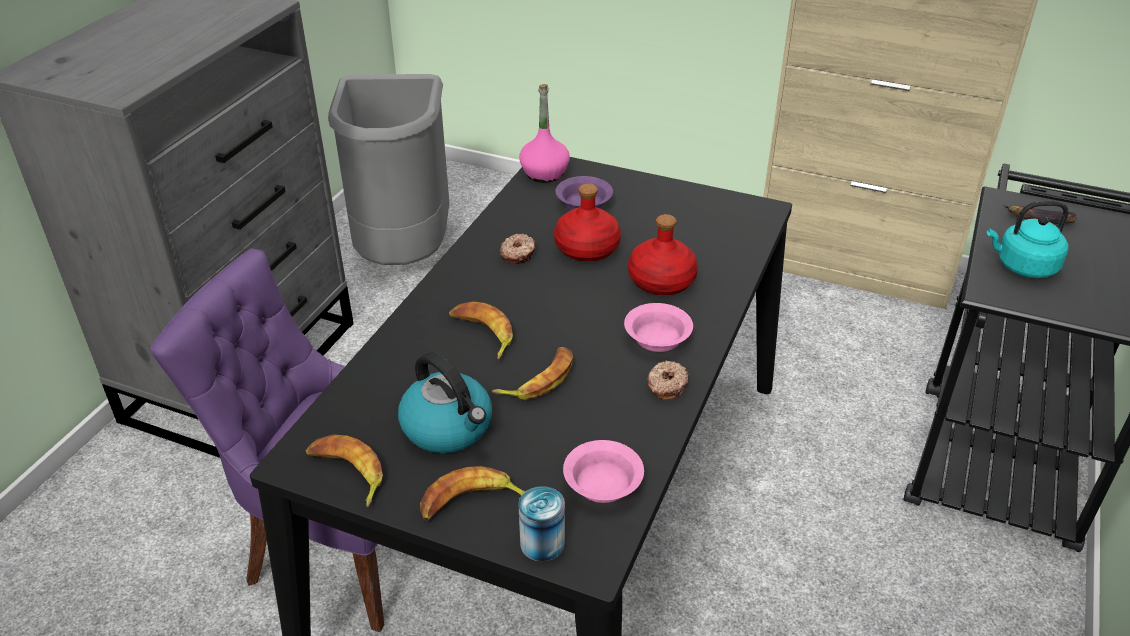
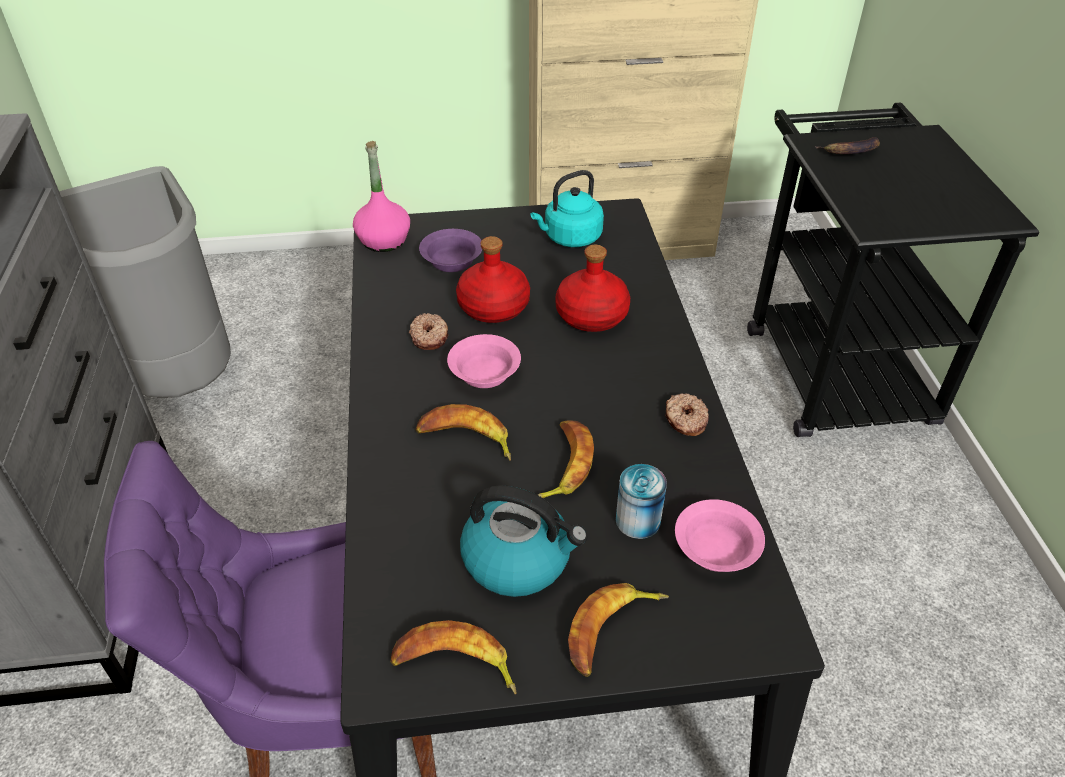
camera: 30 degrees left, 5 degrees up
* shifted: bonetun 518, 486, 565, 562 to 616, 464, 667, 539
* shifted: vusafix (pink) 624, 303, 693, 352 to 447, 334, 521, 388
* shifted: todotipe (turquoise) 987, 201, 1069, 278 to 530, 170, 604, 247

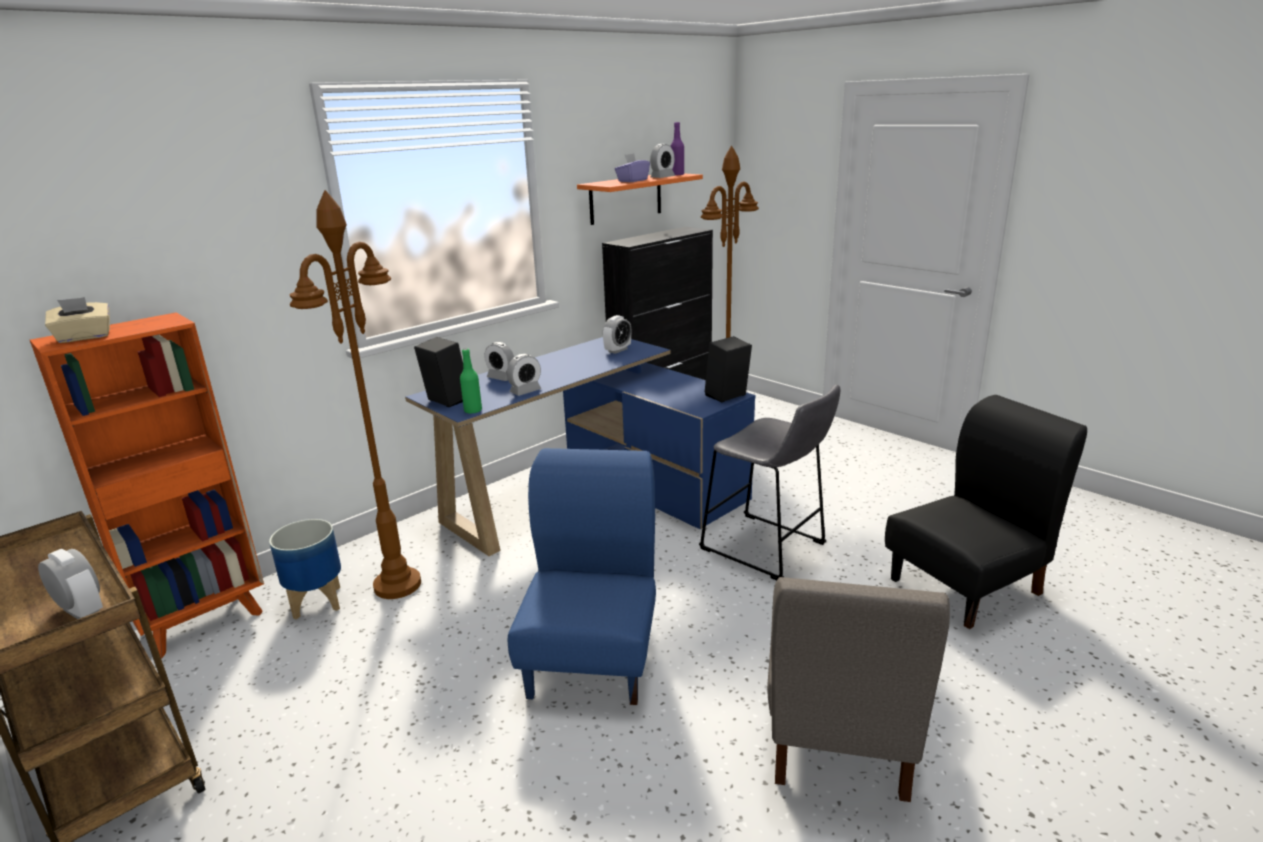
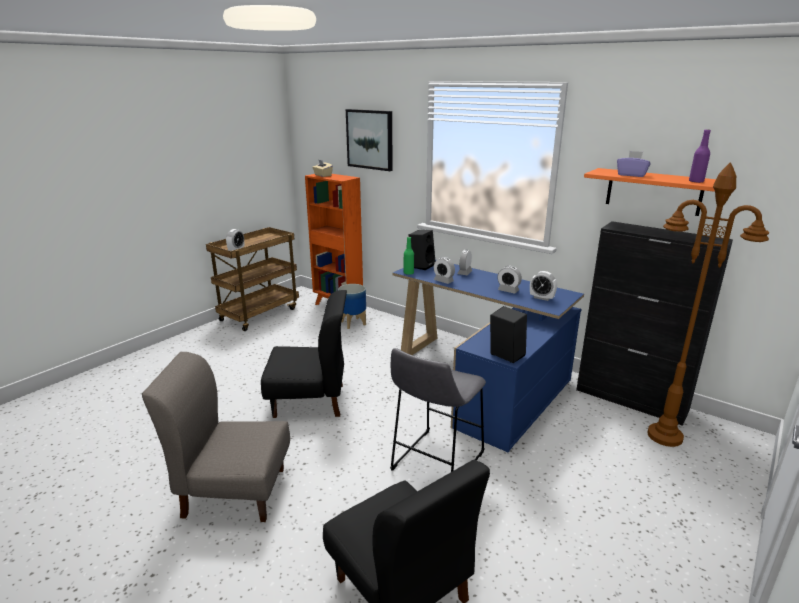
camera: 80 degrees right, 0 degrees up
* gone: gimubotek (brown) 289, 190, 421, 599
* repainted: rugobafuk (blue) 508, 448, 656, 705 to rugobafuk (black) 261, 290, 347, 418
* shifted: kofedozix 650, 144, 675, 178 to 498, 266, 522, 294
* new: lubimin 346, 109, 393, 171

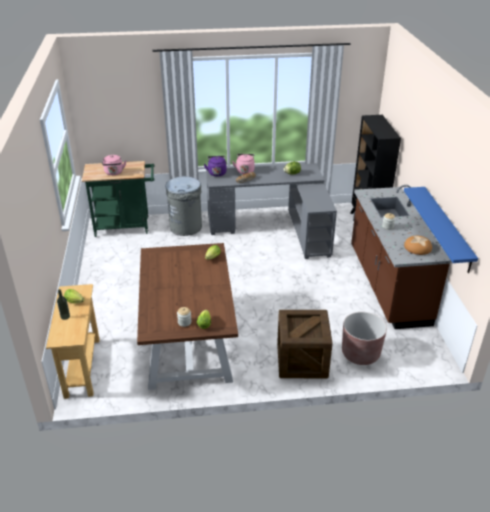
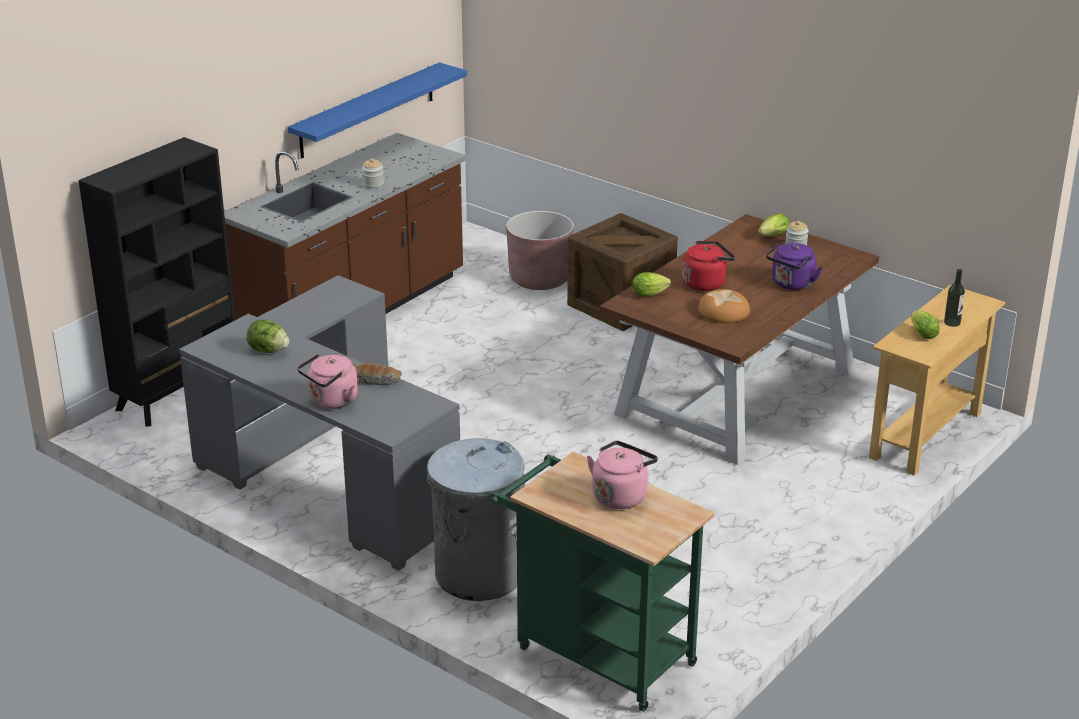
camera: 135 degrees left, 5 degrees down
* shifted: todotipe (purple) 204, 156, 226, 177 to 766, 242, 822, 290
* shifted: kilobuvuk 404, 236, 432, 255 to 698, 289, 750, 323
* new: todotipe (red) 683, 241, 736, 291

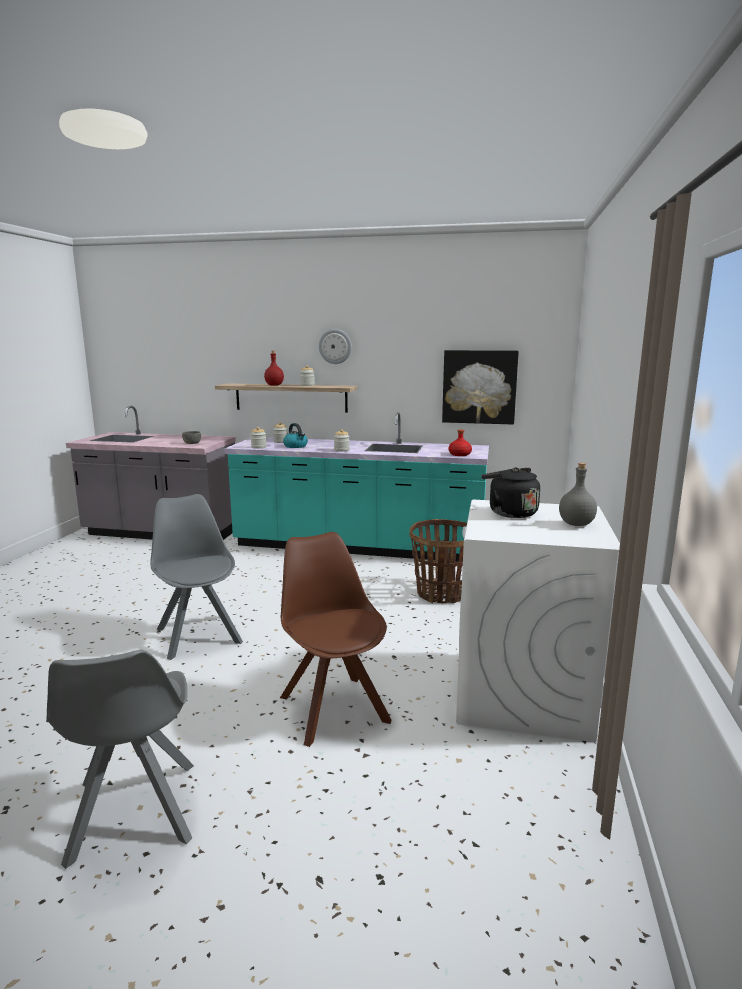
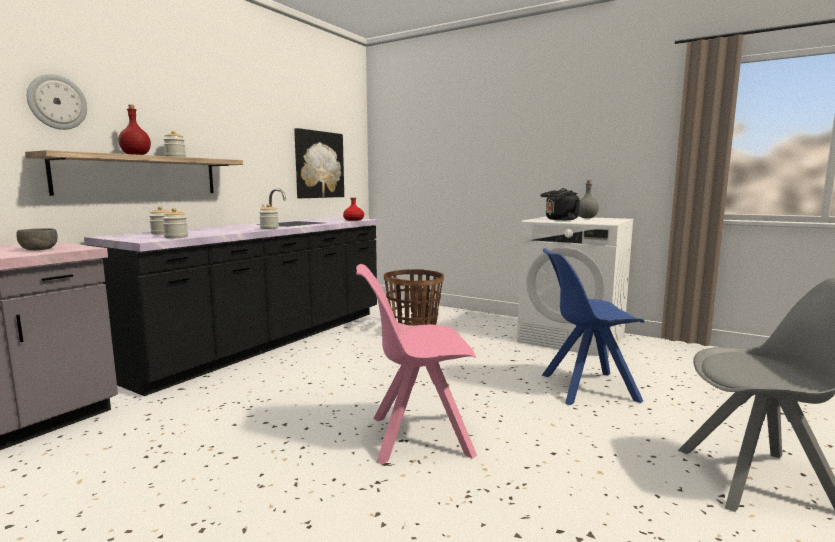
camera: 70 degrees left, 5 degrees down
* repainted: rugobafuk (grey) 150, 494, 243, 660 to rugobafuk (pink) 356, 264, 477, 465
* repainted: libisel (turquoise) 224, 412, 489, 562 to libisel (black) 84, 188, 380, 396
* repainted: rugobafuk (brown) 280, 532, 392, 747 to rugobafuk (blue) 542, 248, 645, 405
* gone: todotipe 283, 423, 308, 448
* shifted: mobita 319, 329, 352, 364 to 27, 74, 87, 130

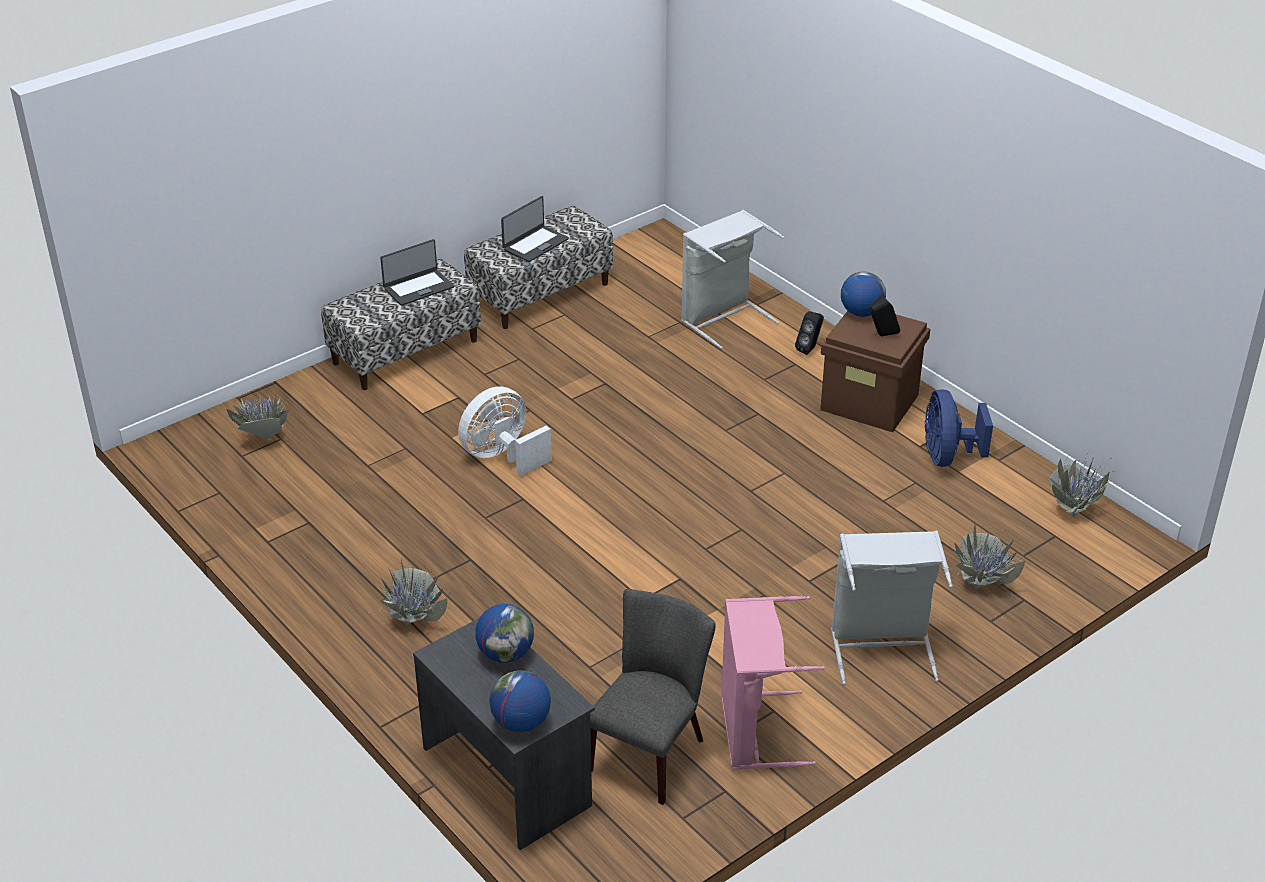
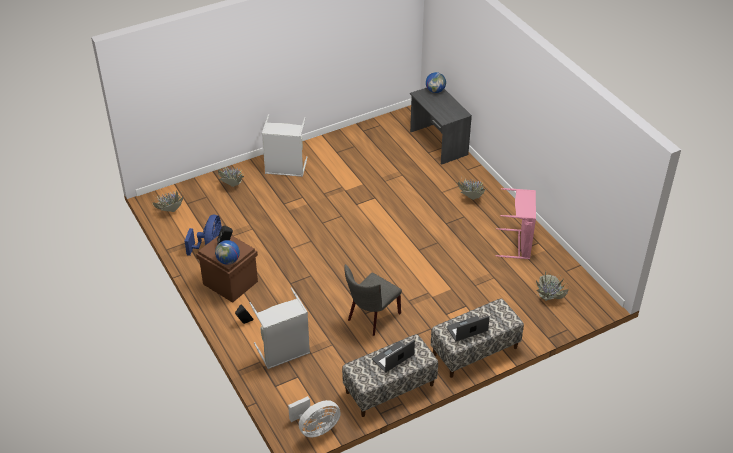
camera: 170 degrees left, 5 degrees up
* shifted: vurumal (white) 458, 386, 552, 476 to 288, 396, 341, 438
* gone: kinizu 475, 604, 534, 663
* shifted: rugobafuk (grey) 590, 589, 716, 805 to 344, 264, 402, 336
* shifted: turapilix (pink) 721, 596, 825, 770 to 496, 188, 536, 259

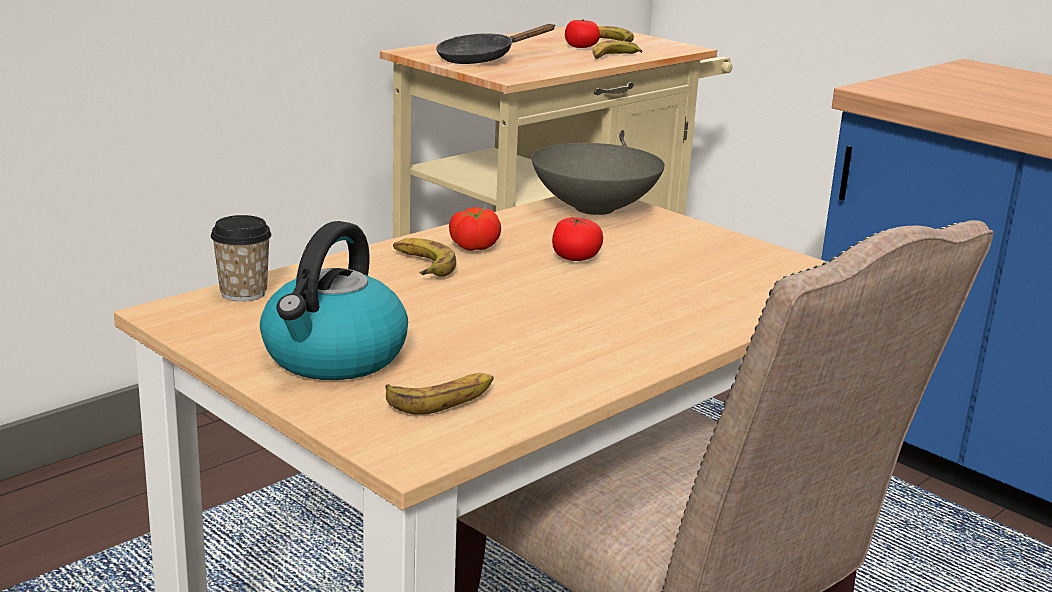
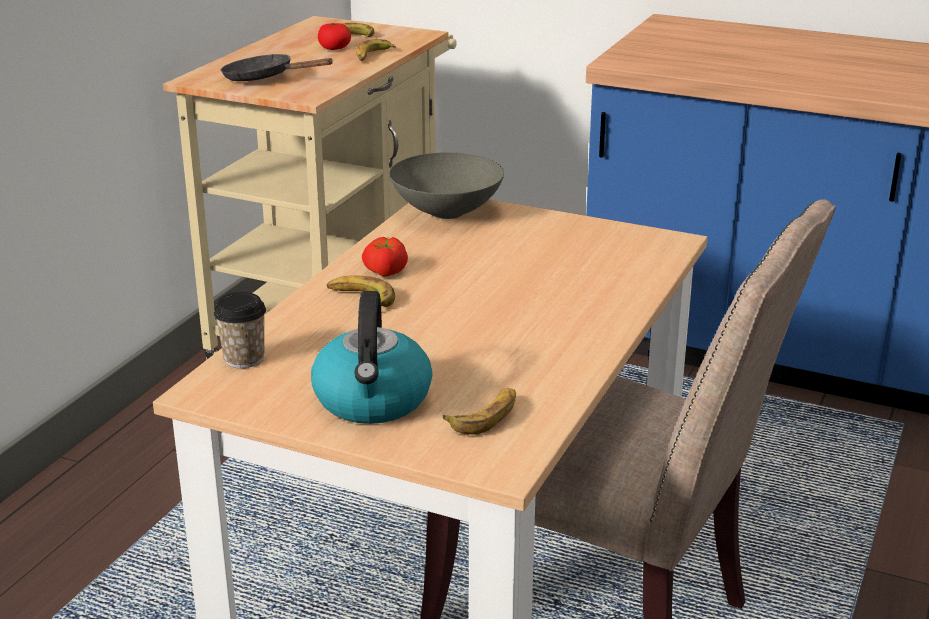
camera: 20 degrees left, 5 degrees up
* rotated: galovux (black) 436, 24, 555, 64 = 221, 54, 333, 81 75 degrees clockwise
* gone: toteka 552, 217, 603, 261

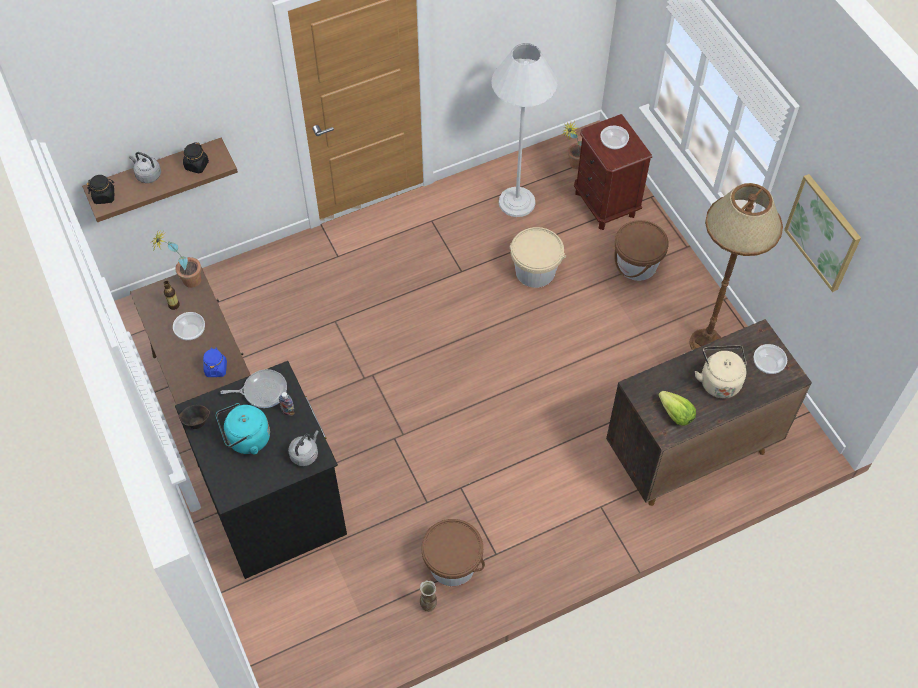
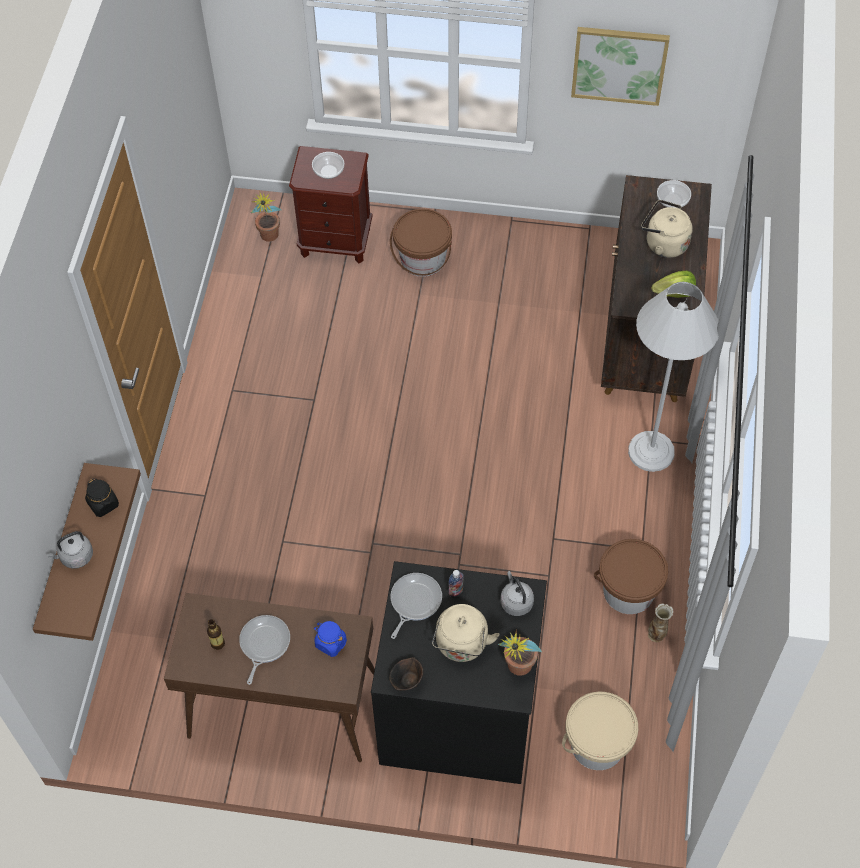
camera: 55 degrees left, 0 degrees up
* gone: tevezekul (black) 87, 175, 114, 204
* shifted: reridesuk 152, 230, 202, 288 to 498, 630, 542, 676
* swapped: vusafix 173, 312, 205, 340 to galovux 239, 615, 290, 685
* repainted: todotipe (turquoise) 216, 403, 270, 455 to todotipe (beige) 432, 604, 499, 662
* shifted: gimubotek (white) 491, 43, 558, 217 to 628, 282, 719, 472
* shifted: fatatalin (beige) 509, 227, 566, 288 to 562, 692, 638, 770
* gone: gimubotek (brown) 690, 183, 783, 350

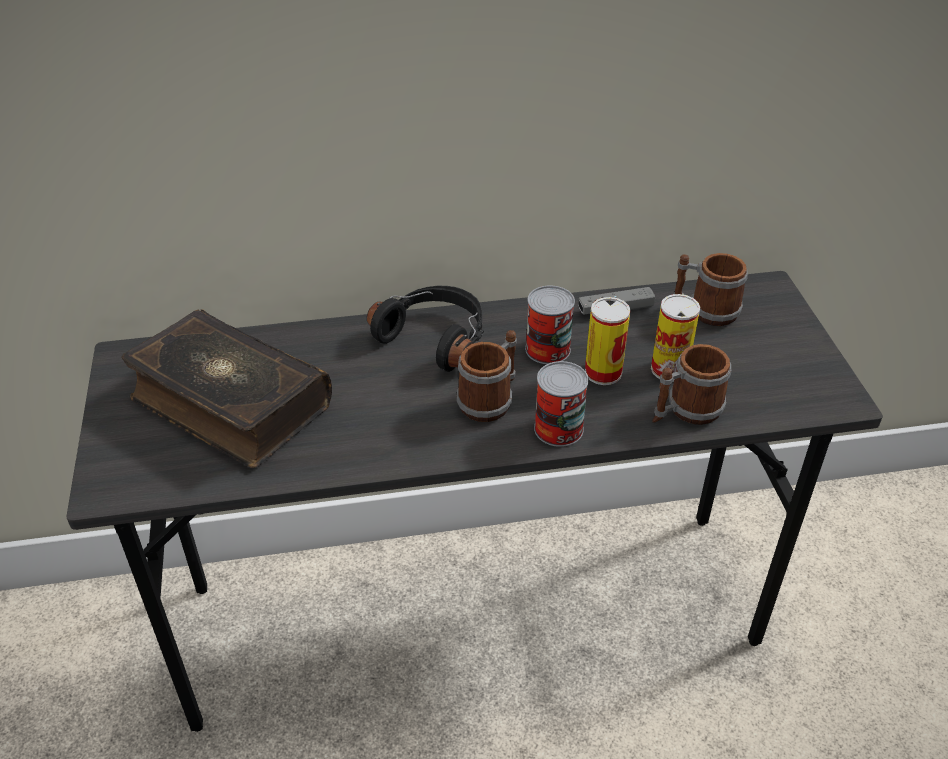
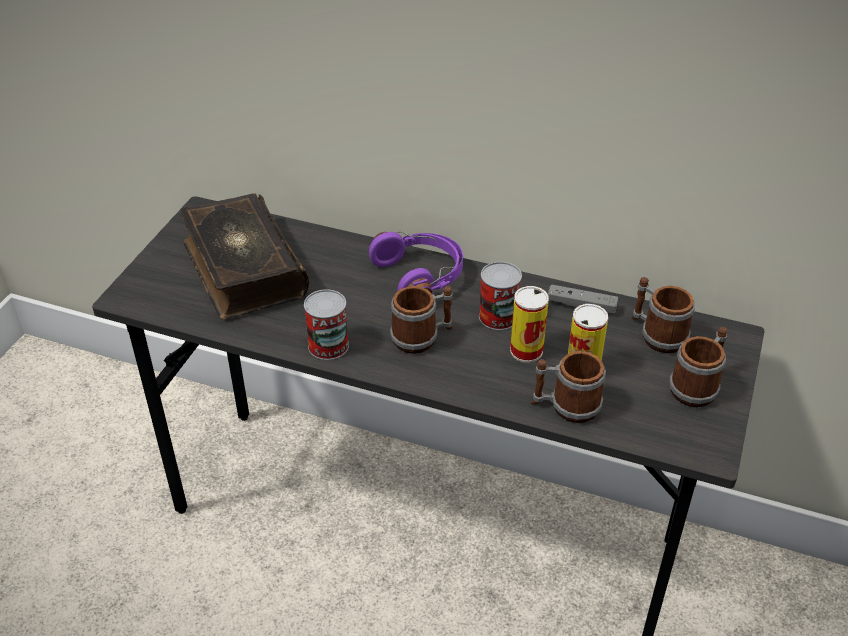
camera: 30 degrees right, 0 degrees up
* repainted: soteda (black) 367, 286, 484, 372 to soteda (purple) 369, 231, 463, 294
* shifted: bonetun 534, 361, 589, 447 to 304, 289, 349, 360
* new: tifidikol 669, 327, 727, 407

